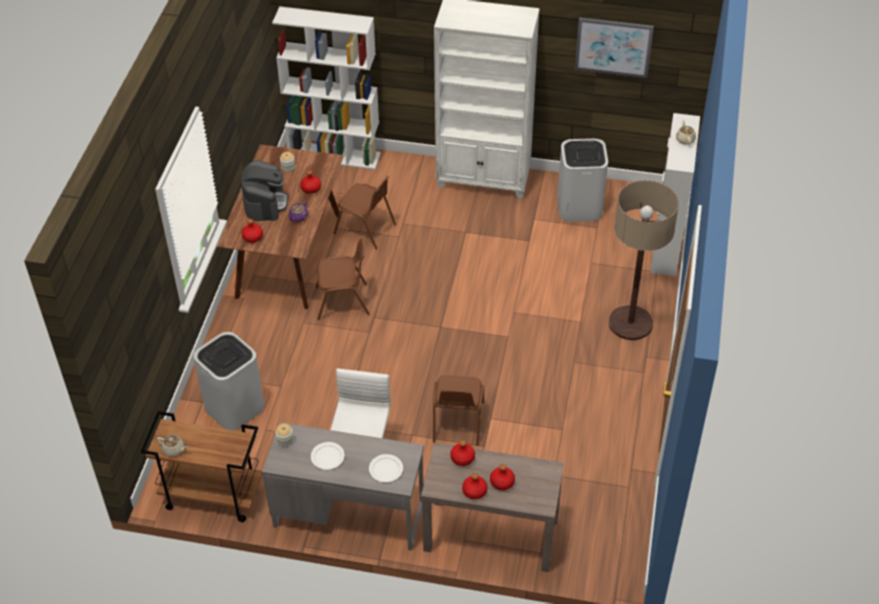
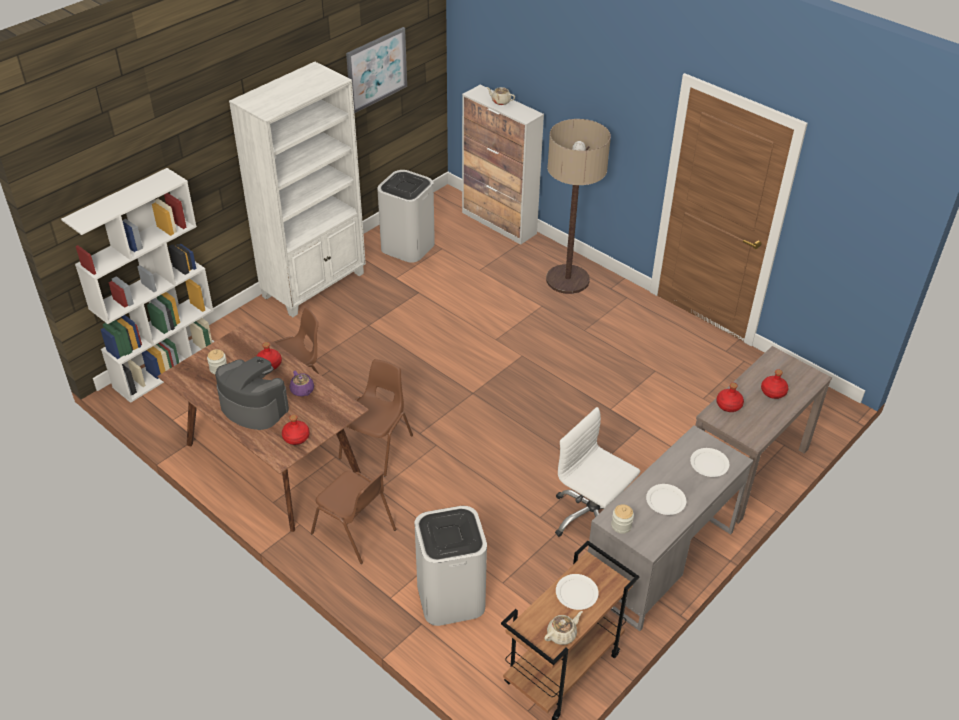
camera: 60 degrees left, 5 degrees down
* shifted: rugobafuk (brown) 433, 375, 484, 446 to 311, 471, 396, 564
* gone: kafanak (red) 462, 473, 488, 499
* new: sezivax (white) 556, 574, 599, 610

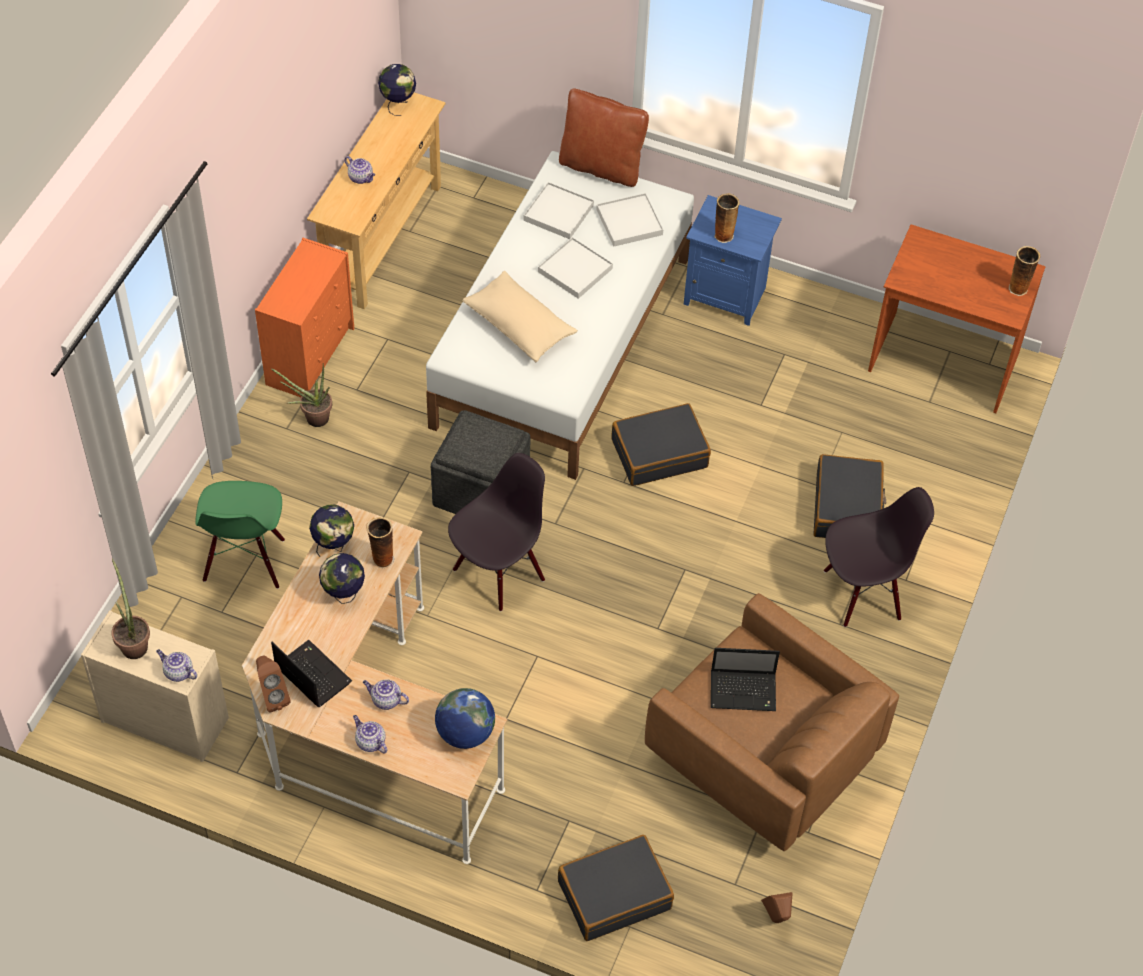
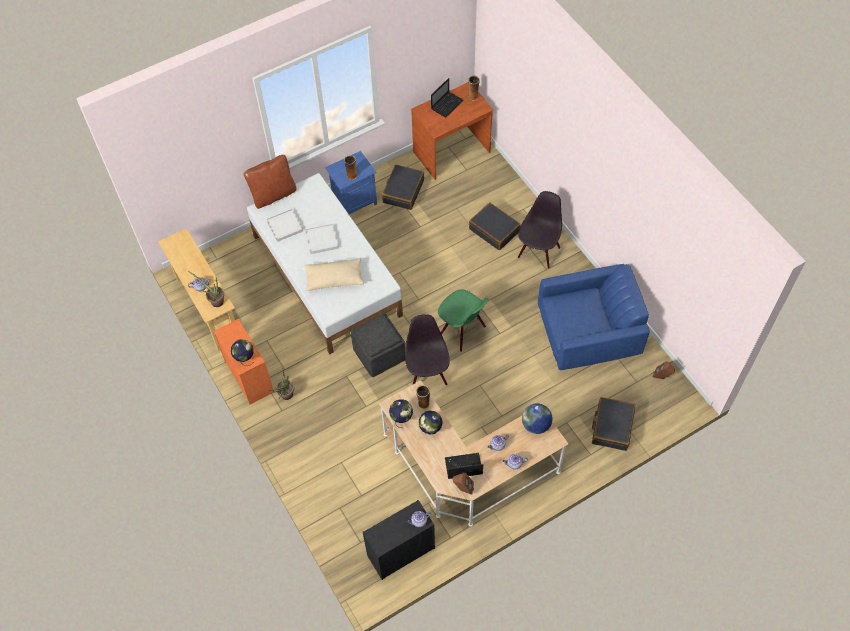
camera: 50 degrees left, 5 degrees up
* repainted: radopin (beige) 81, 610, 229, 762 to radopin (black) 363, 500, 435, 580
* shifted: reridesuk 112, 558, 150, 659 to 188, 271, 224, 307
* shifted: rugobafuk (green) 195, 481, 285, 589 to 438, 289, 488, 352
* shifted: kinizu 378, 64, 416, 116 to 231, 339, 254, 366
* gone: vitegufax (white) 596, 193, 663, 247
* shifted: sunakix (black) 611, 403, 711, 486 to 382, 165, 424, 210
* repainted: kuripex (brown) 645, 593, 899, 851 to kuripex (blue) 538, 264, 650, 370
* shifted: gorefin 711, 648, 780, 711 to 431, 78, 463, 117

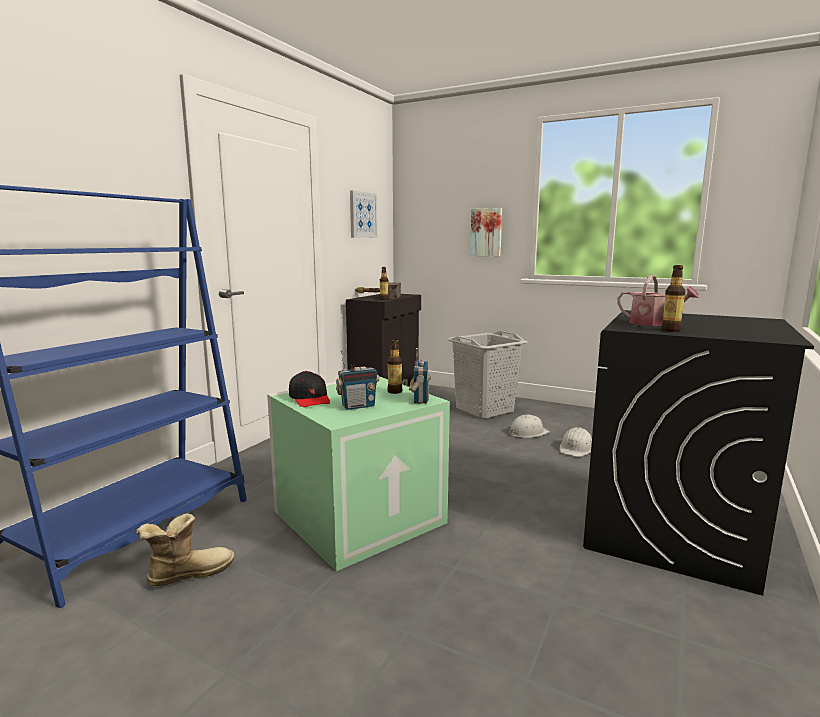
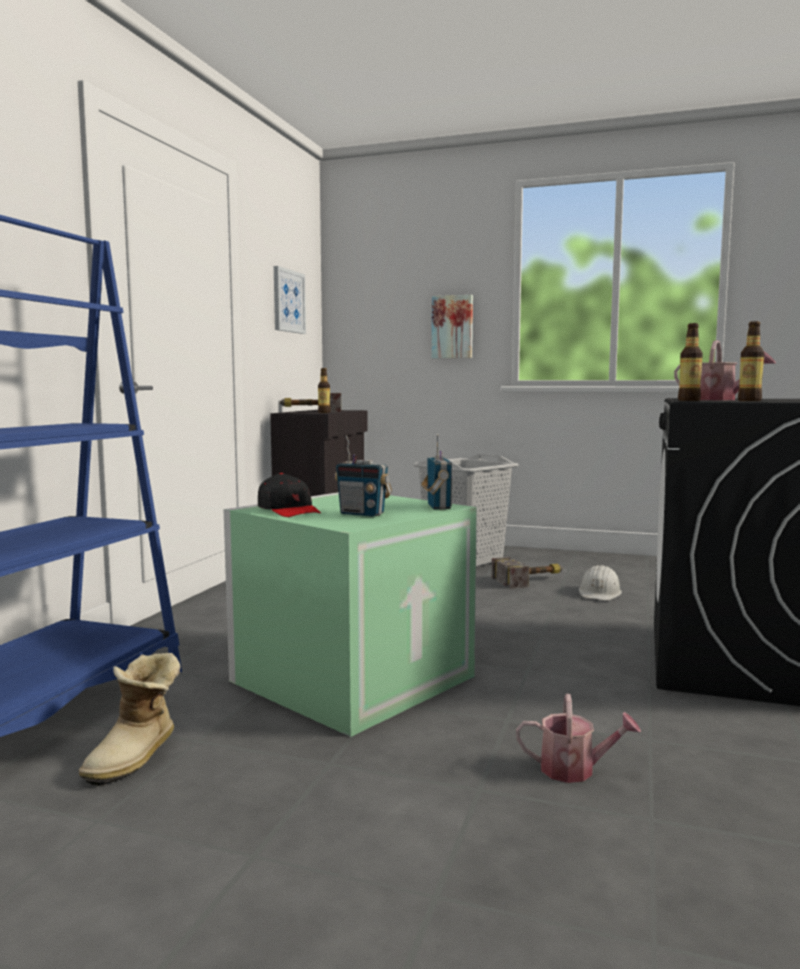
camera: 10 degrees left, 5 degrees down
* rotated: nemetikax 136, 513, 235, 586 = 79, 653, 181, 786 150 degrees clockwise
* rotated: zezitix 336, 350, 379, 410 = 334, 435, 392, 517 60 degrees clockwise
* shifted: kafanak 387, 339, 402, 394 to 678, 323, 703, 401
* swapped: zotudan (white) 509, 415, 550, 438 to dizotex 491, 557, 563, 589
* new: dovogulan 516, 694, 641, 783

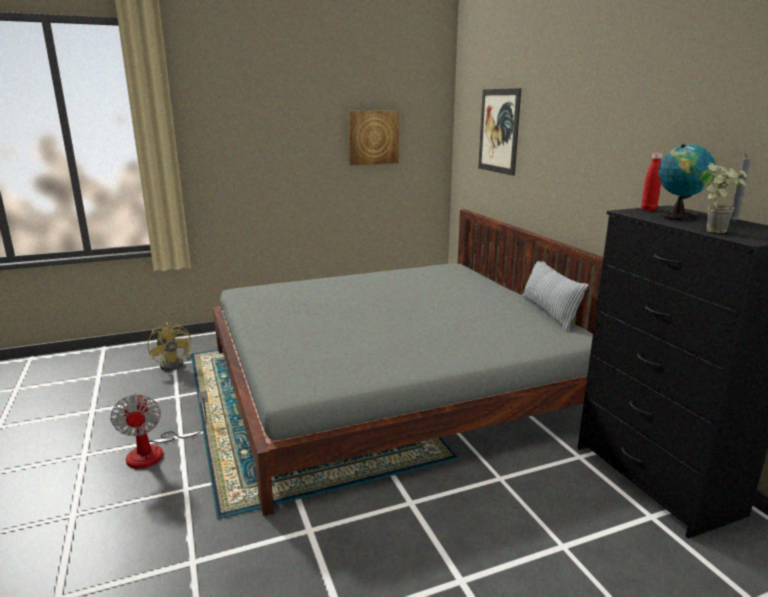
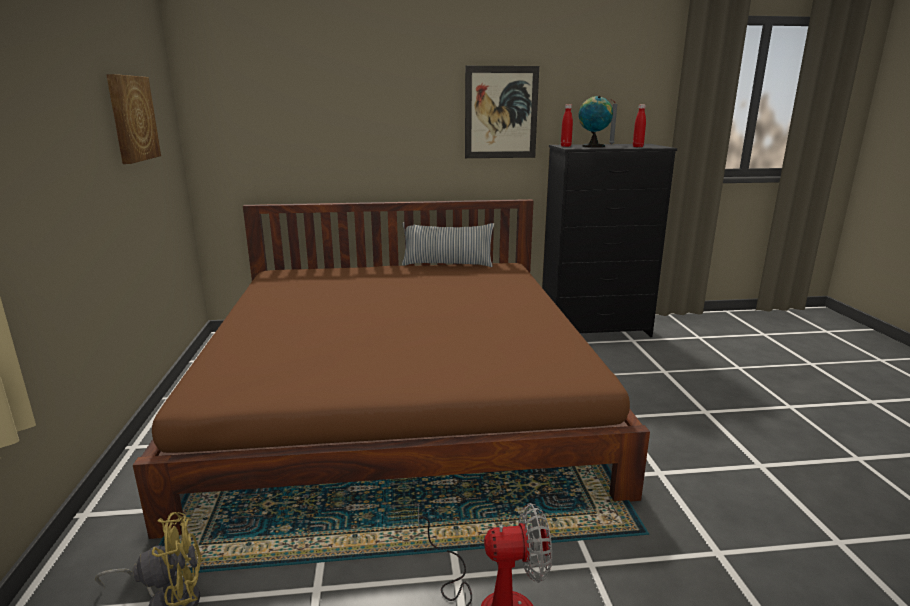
camera: 75 degrees left, 0 degrees up
* repainted: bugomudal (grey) 213, 209, 603, 516 to bugomudal (brown) 133, 199, 650, 539
* shifted: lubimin 478, 88, 521, 176 to 465, 66, 539, 158
* swapped: reridesuk 706, 163, 747, 233 to kafanak (red) 633, 104, 646, 147

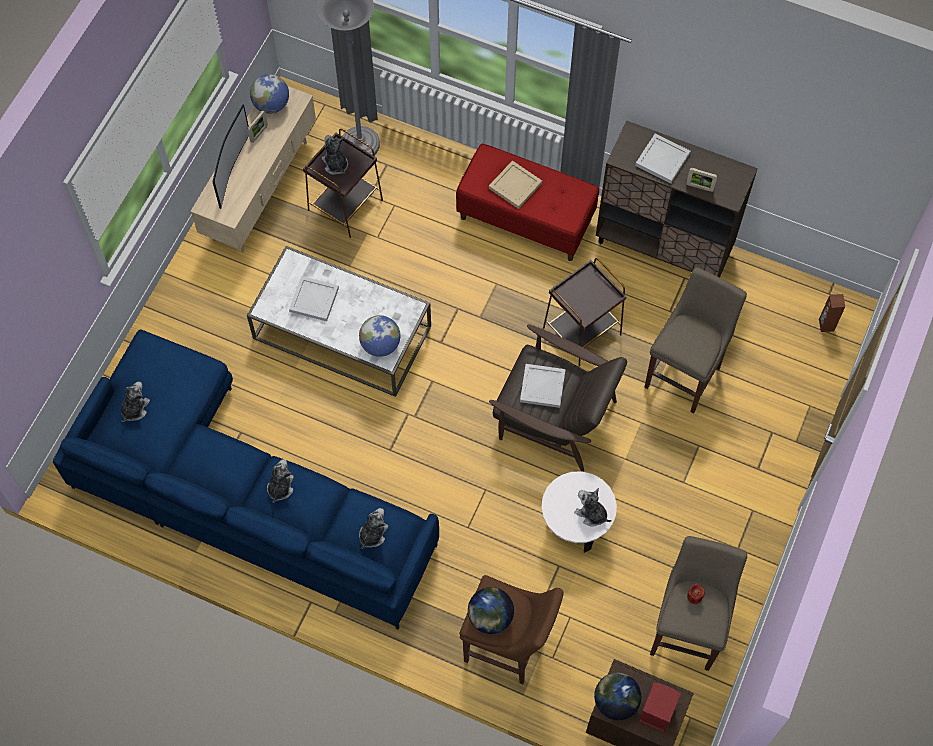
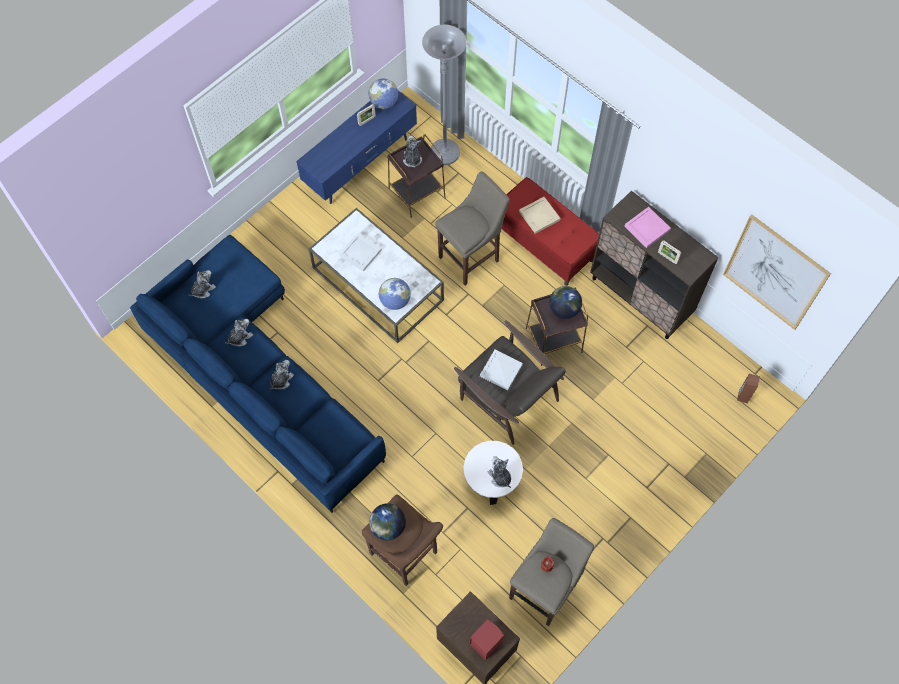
camera: 20 degrees right, 0 degrees up
* repainted: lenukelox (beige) 190, 86, 316, 252 to lenukelox (blue) 296, 91, 417, 204
* gone: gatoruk 212, 105, 249, 209
* shifted: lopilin 359, 508, 388, 549 to 225, 319, 253, 347
* shifted: kinizu 594, 673, 641, 720 to 549, 286, 582, 319
* repainted: vitegufax (white) 635, 134, 691, 183 to vitegufax (pink) 624, 207, 671, 248
* shifted: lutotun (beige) 644, 267, 747, 414 to 435, 171, 510, 286
* new: lubimin 723, 214, 831, 330

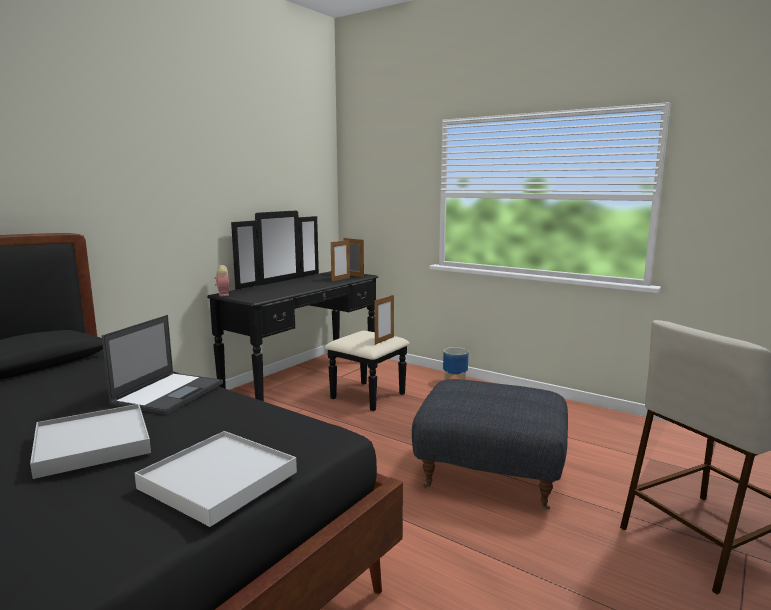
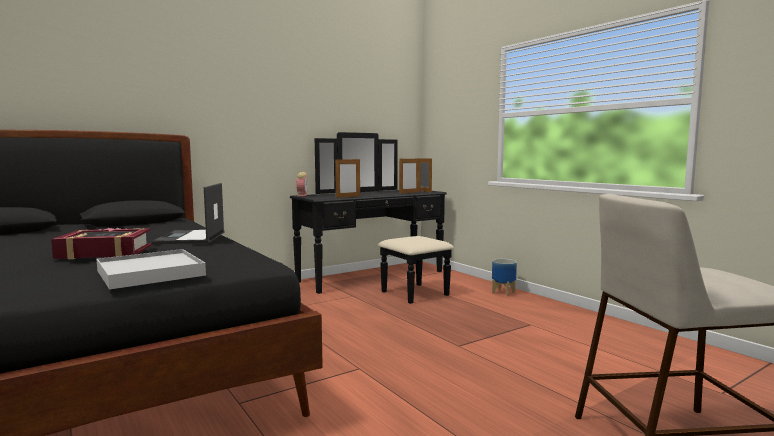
camera: 20 degrees right, 5 degrees down
* swapped: vitegufax (white) 30, 404, 151, 479 to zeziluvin 51, 228, 152, 259
* rotated: gorefin 102, 315, 223, 415 = 152, 183, 225, 244 135 degrees clockwise
* shifted: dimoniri 375, 295, 394, 345 to 335, 158, 360, 198
* gone: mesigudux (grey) 412, 379, 568, 510

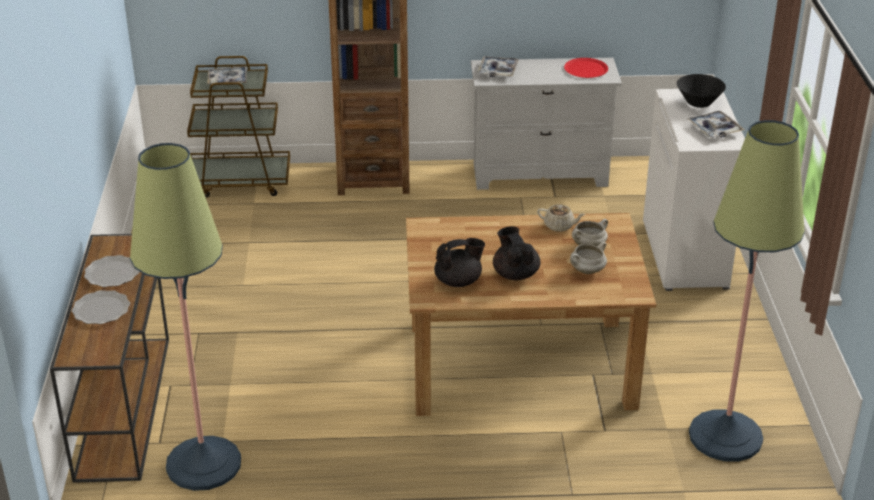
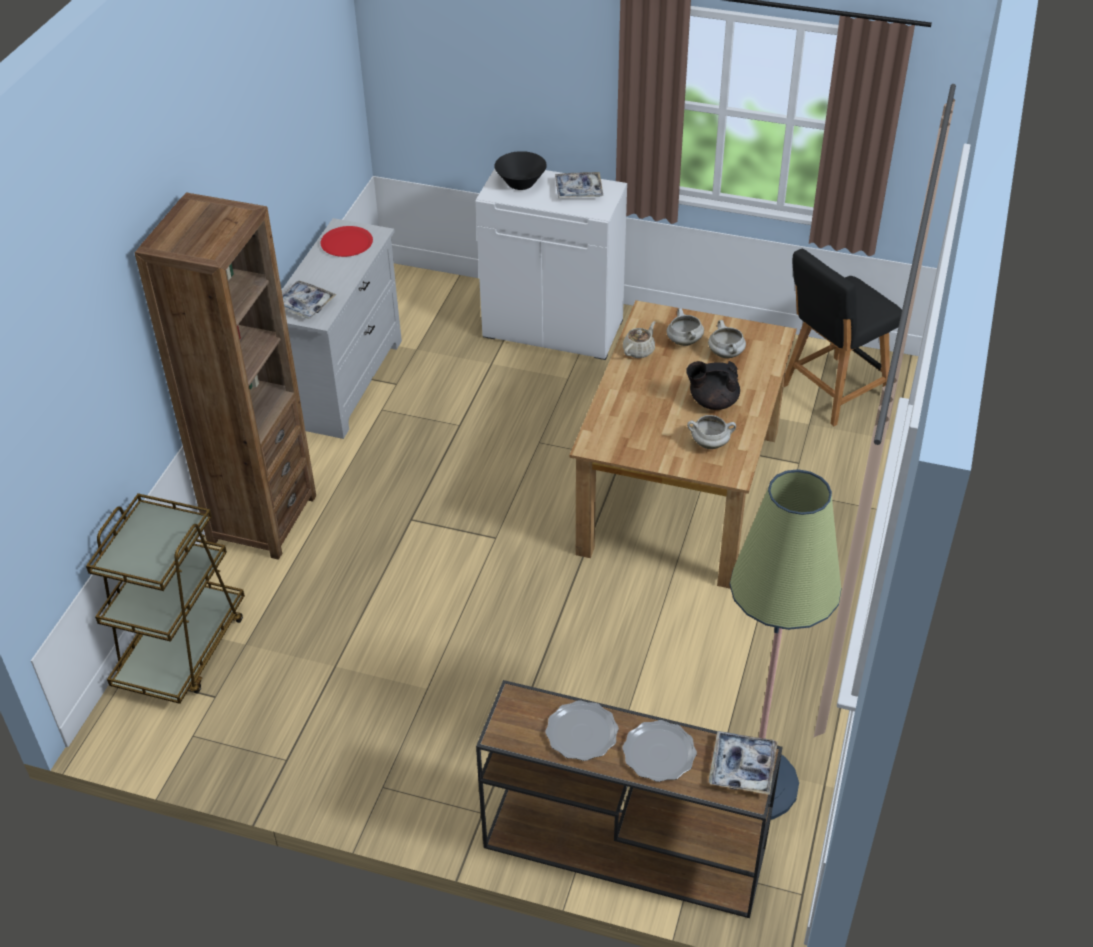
camera: 70 degrees left, 10 degrees up
* shifted: vitegufax 207, 66, 247, 85 to 709, 731, 777, 795
* swapped: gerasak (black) 434, 238, 485, 287 to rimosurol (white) 687, 415, 736, 449
* swapped: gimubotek 689, 120, 805, 462 to lutotun (black) 784, 249, 902, 426

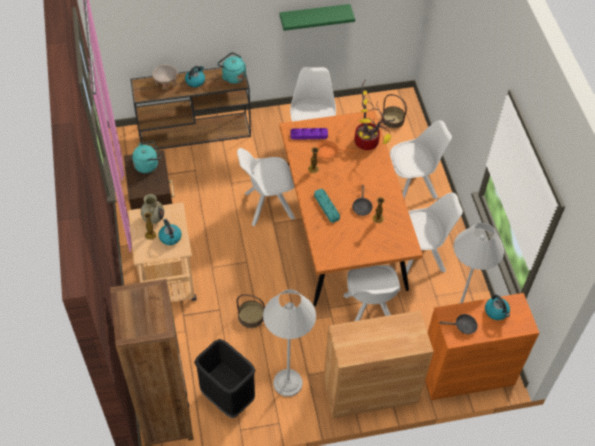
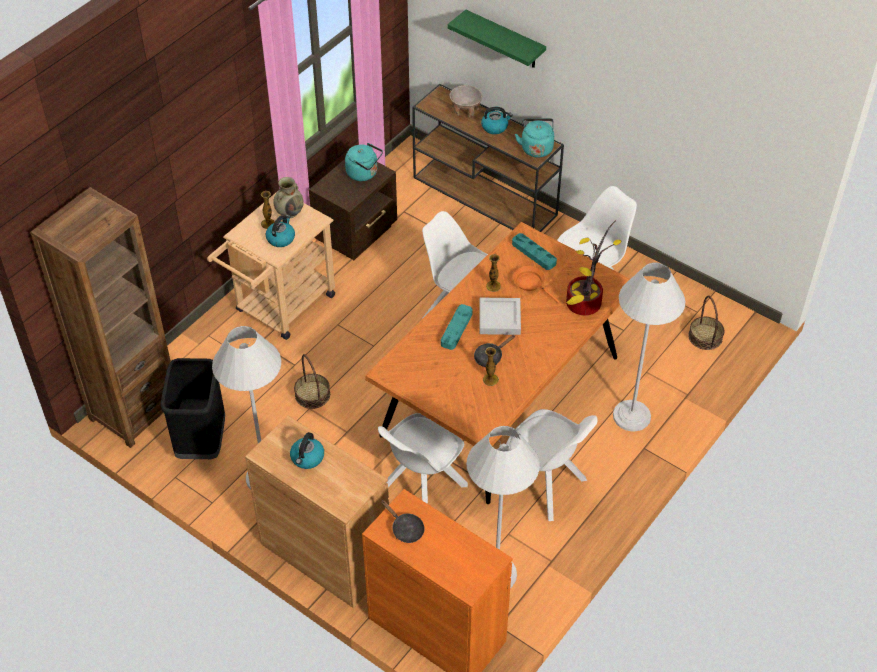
camera: 50 degrees right, 5 degrees down
* shifted: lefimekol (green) 279, 4, 355, 31 to 447, 10, 546, 68
* repainted: vitegufax (purple) 290, 128, 328, 140 to vitegufax (turquoise) 512, 233, 557, 270
* swapped: rugobafuk (white) 390, 120, 452, 199 to gimubotek (white) 613, 262, 685, 431
* shifted: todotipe 485, 295, 510, 320 to 290, 432, 324, 469
* new: vitegufax (grey) 479, 298, 521, 335

